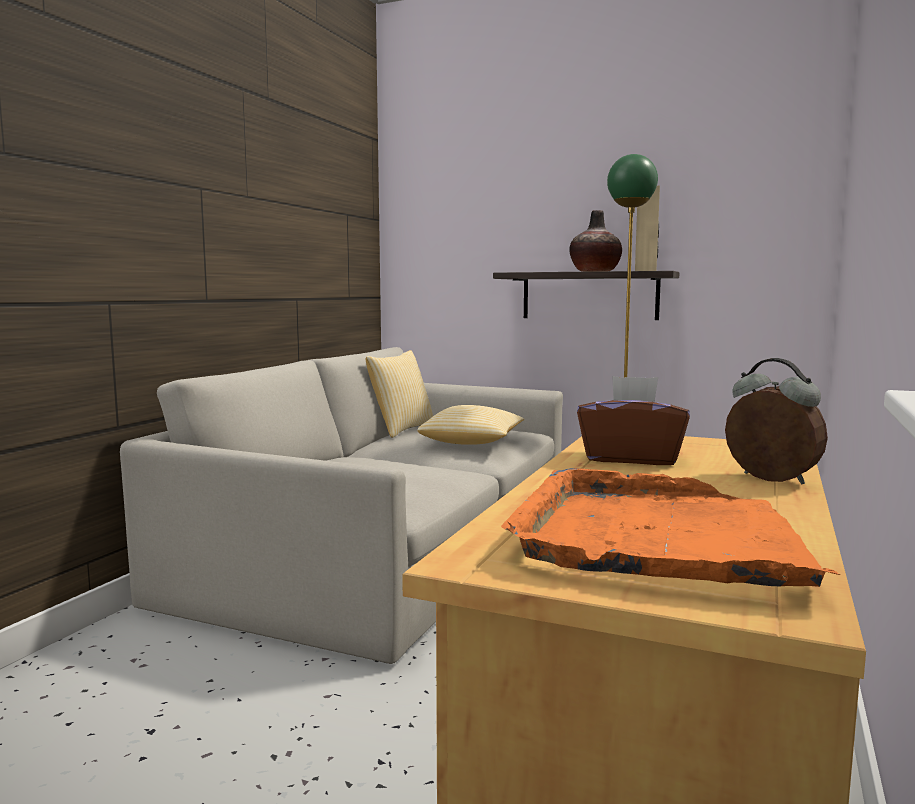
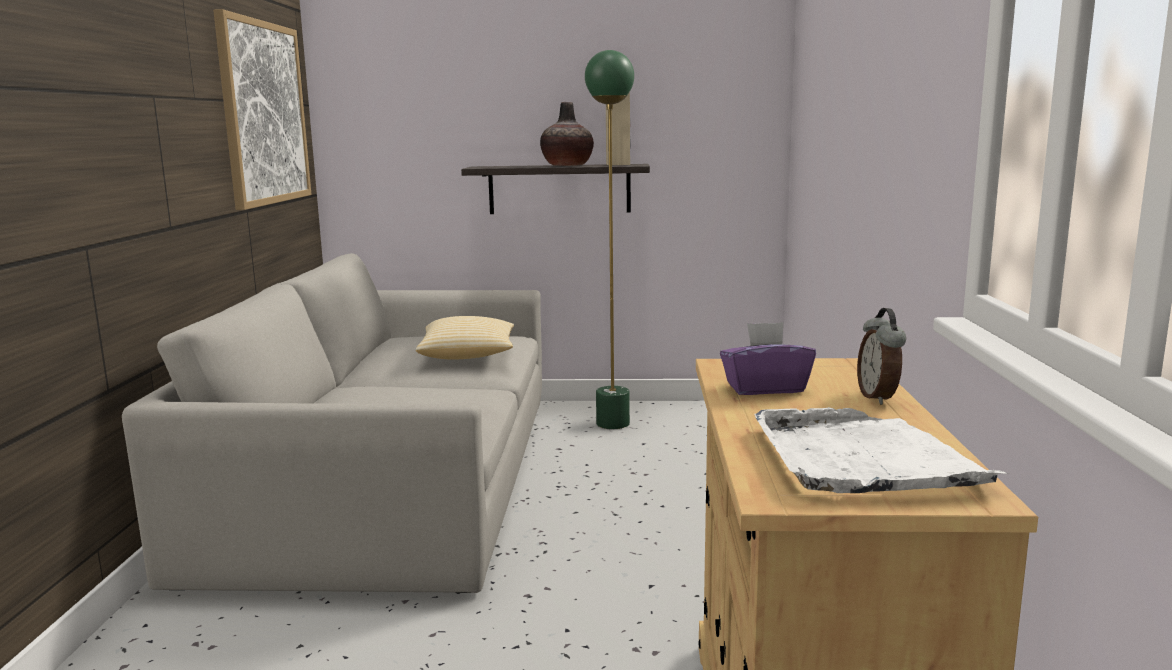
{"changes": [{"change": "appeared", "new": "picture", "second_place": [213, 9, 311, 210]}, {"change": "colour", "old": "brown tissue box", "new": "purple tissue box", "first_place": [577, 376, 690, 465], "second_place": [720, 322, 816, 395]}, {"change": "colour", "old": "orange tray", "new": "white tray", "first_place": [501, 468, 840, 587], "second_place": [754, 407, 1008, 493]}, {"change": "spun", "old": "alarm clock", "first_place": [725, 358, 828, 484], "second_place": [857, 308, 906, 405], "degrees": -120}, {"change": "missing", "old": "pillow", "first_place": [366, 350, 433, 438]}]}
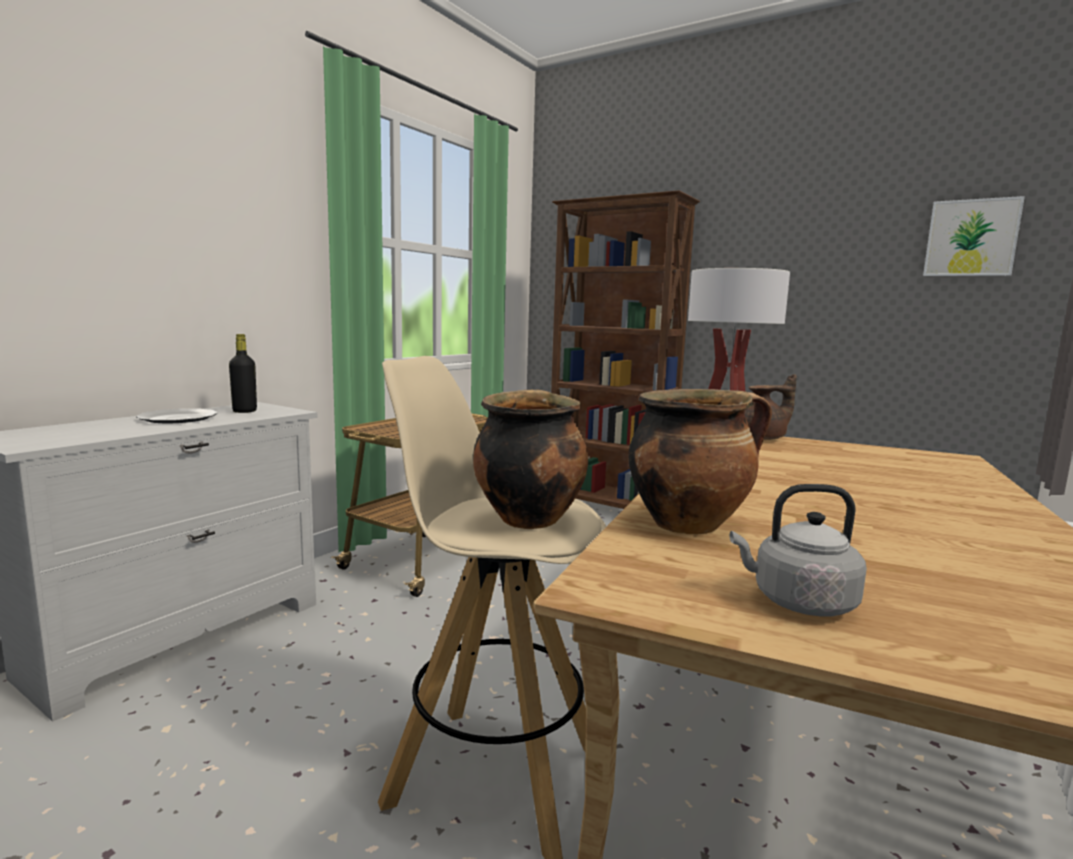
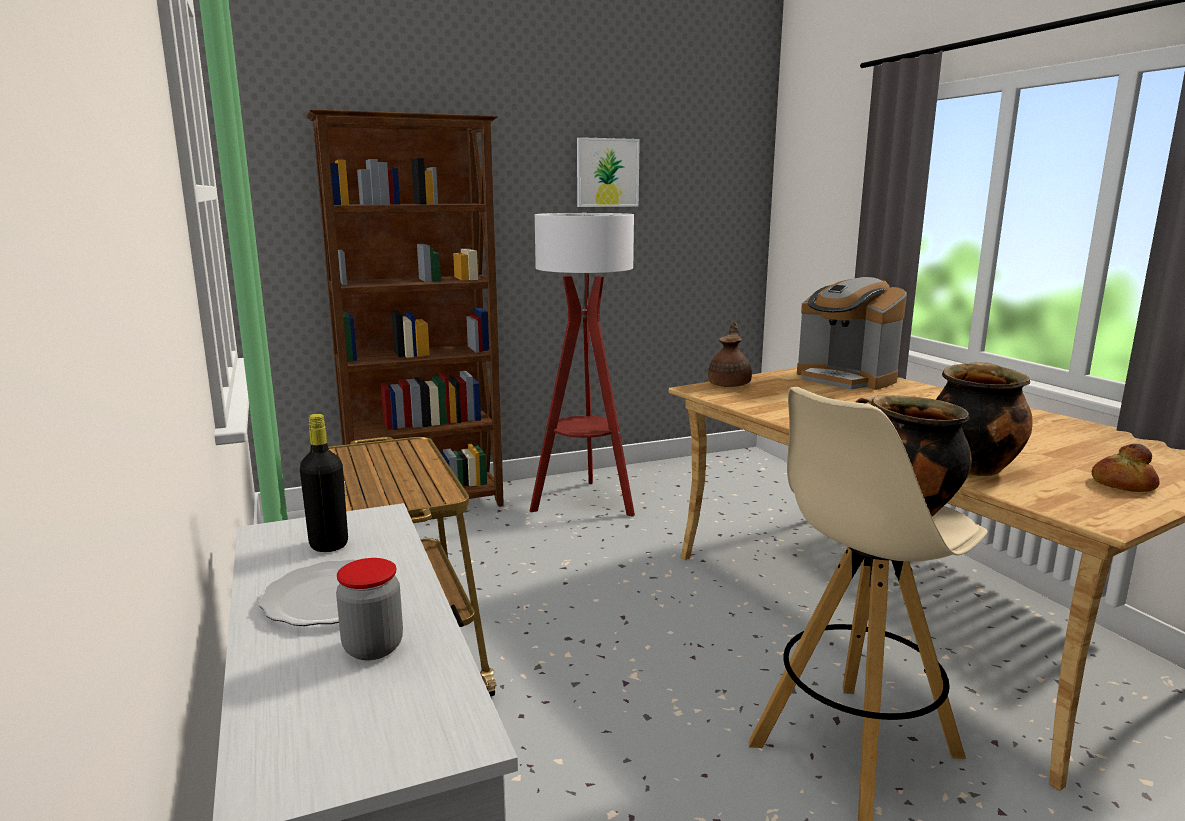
{"changes": [{"change": "appeared", "new": "jar", "second_place": [336, 558, 403, 660]}, {"change": "relocated", "old": "picture", "first_place": [923, 196, 1025, 276], "second_place": [577, 137, 640, 207]}, {"change": "appeared", "new": "coffee machine", "second_place": [797, 277, 907, 390]}, {"change": "exchanged", "old": "grey kettle", "new": "bread", "first_place": [730, 484, 867, 616], "second_place": [1092, 444, 1160, 492]}]}
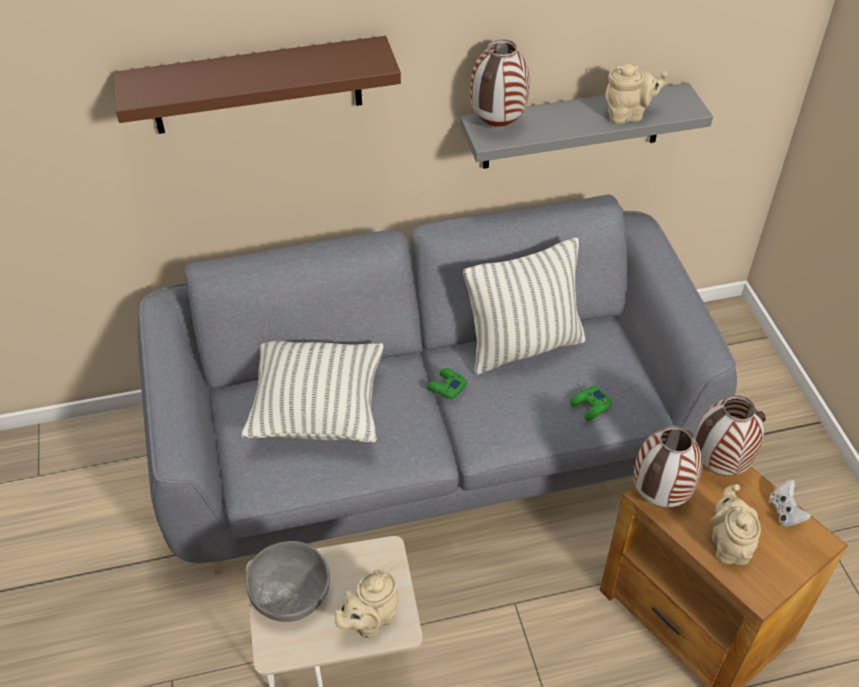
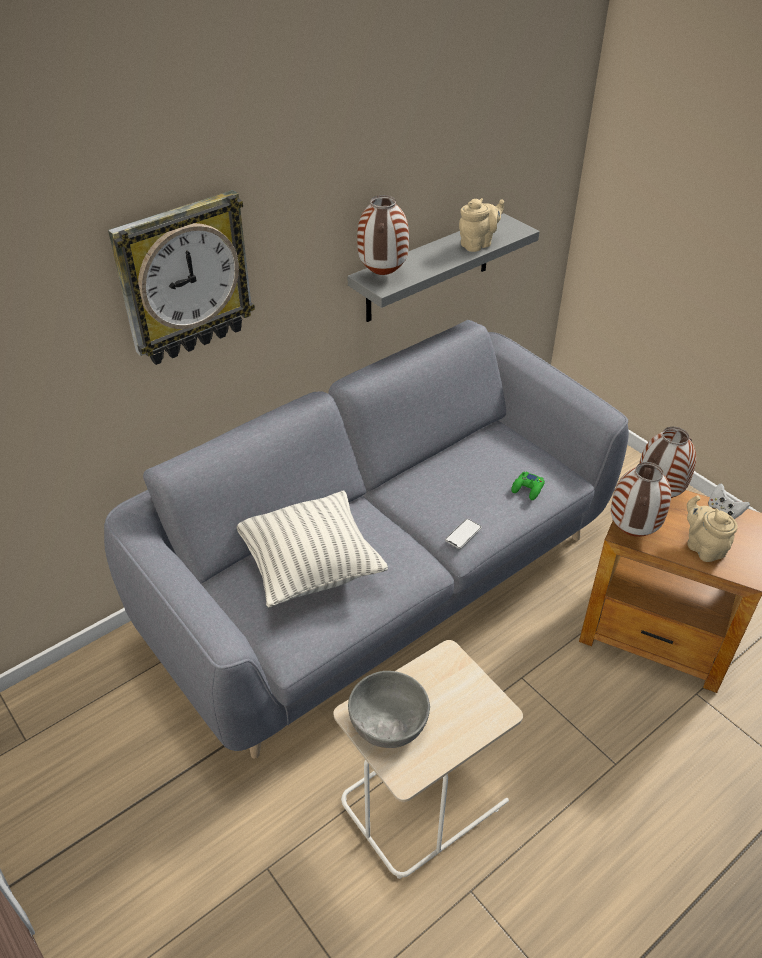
{"changes": [{"change": "exchanged", "old": "brown shelf", "new": "wall clock", "first_place": [113, 36, 401, 134], "second_place": [108, 190, 255, 365]}, {"change": "appeared", "new": "phone", "second_place": [445, 519, 482, 549]}, {"change": "missing", "old": "beige teapot", "first_place": [335, 570, 399, 638]}, {"change": "missing", "old": "green game controller", "first_place": [427, 368, 467, 399]}, {"change": "missing", "old": "pillow", "first_place": [463, 238, 586, 375]}]}
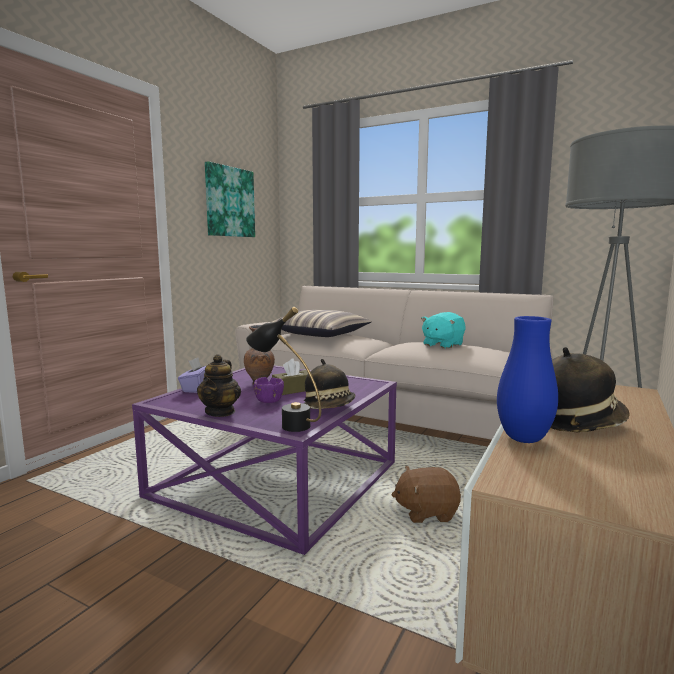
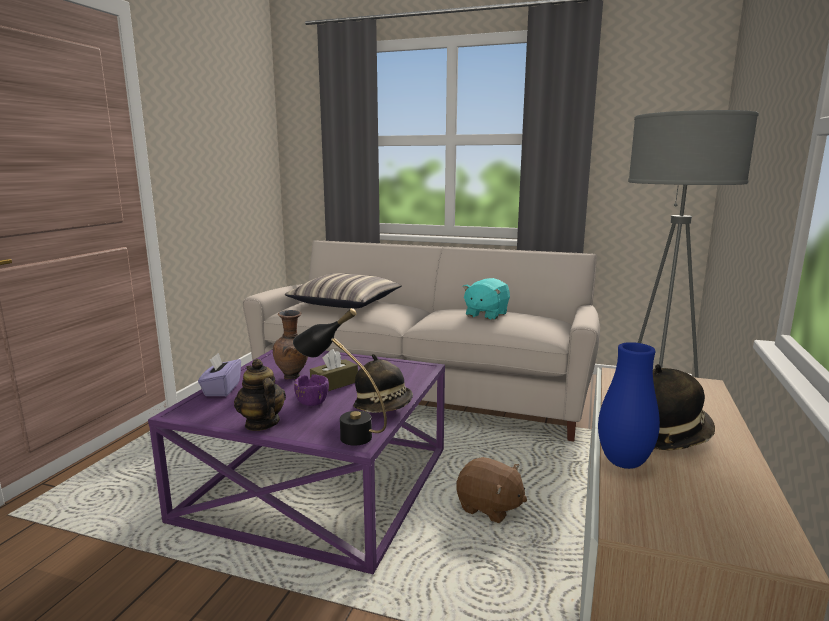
{"changes": [{"change": "spun", "old": "teapot", "first_place": [197, 354, 241, 417], "second_place": [234, 359, 286, 431], "degrees": 150}, {"change": "spun", "old": "brown plush toy", "first_place": [392, 466, 461, 523], "second_place": [456, 457, 527, 523], "degrees": -135}, {"change": "missing", "old": "picture", "first_place": [205, 161, 255, 237]}]}
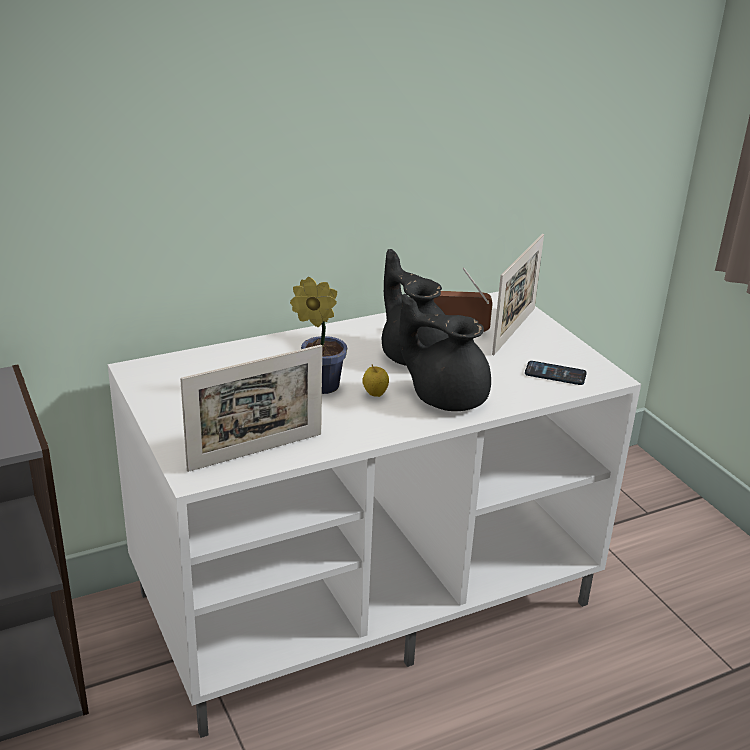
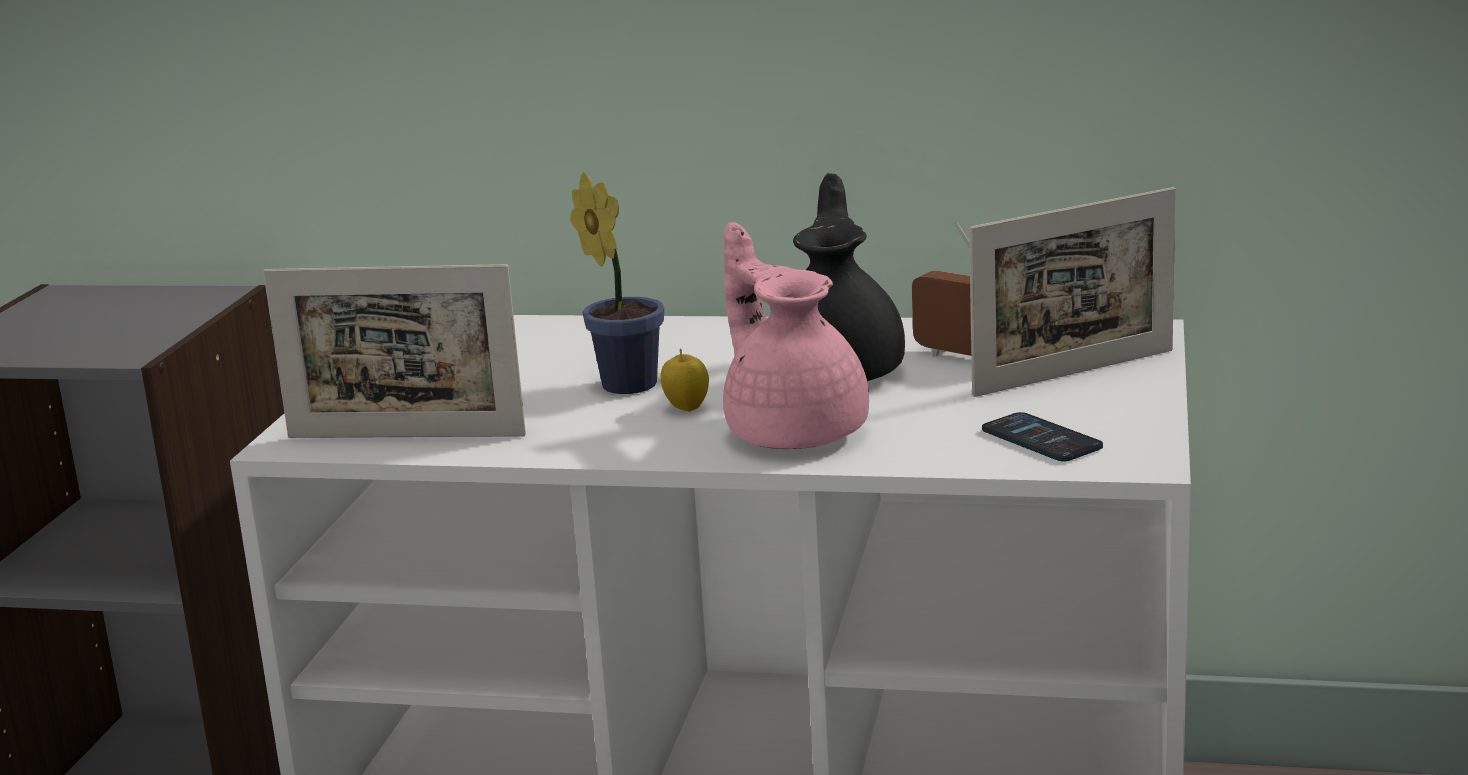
{"changes": [{"change": "colour", "old": "black teapot", "new": "pink teapot", "first_place": [399, 294, 491, 411], "second_place": [723, 223, 869, 449]}]}
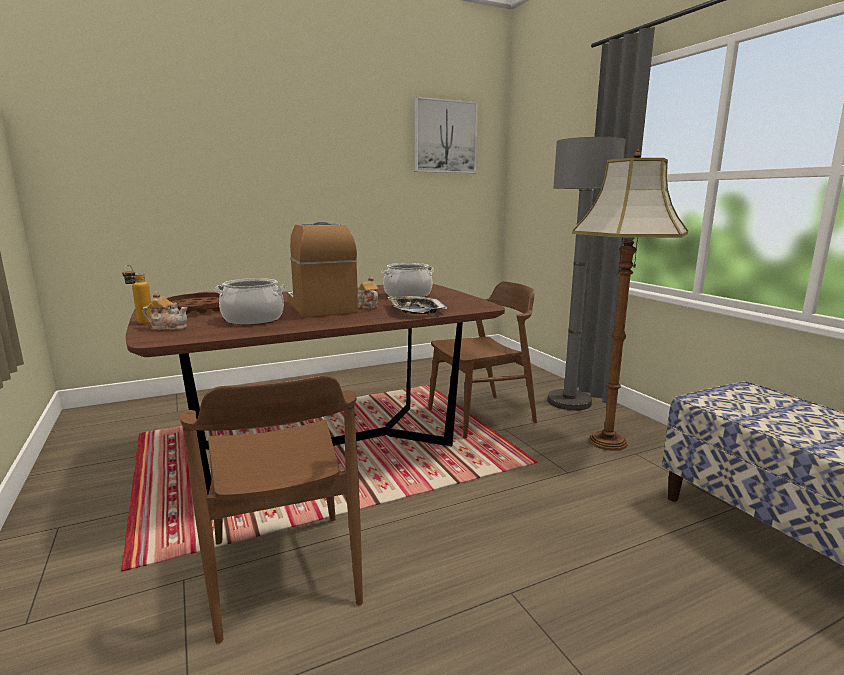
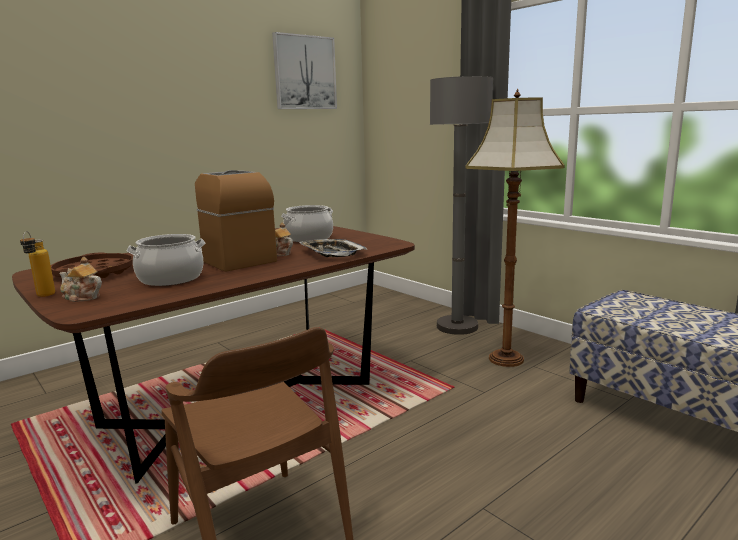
{"changes": [{"change": "spun", "old": "teapot", "first_place": [143, 292, 187, 330], "second_place": [59, 257, 102, 302], "degrees": -150}, {"change": "missing", "old": "brown chair", "first_place": [428, 281, 537, 439]}]}
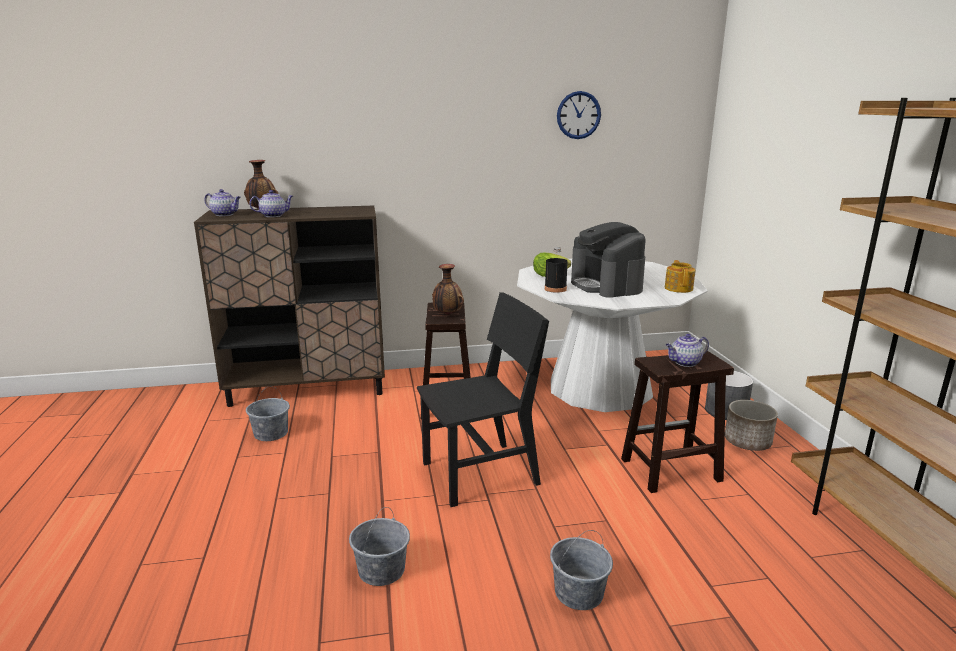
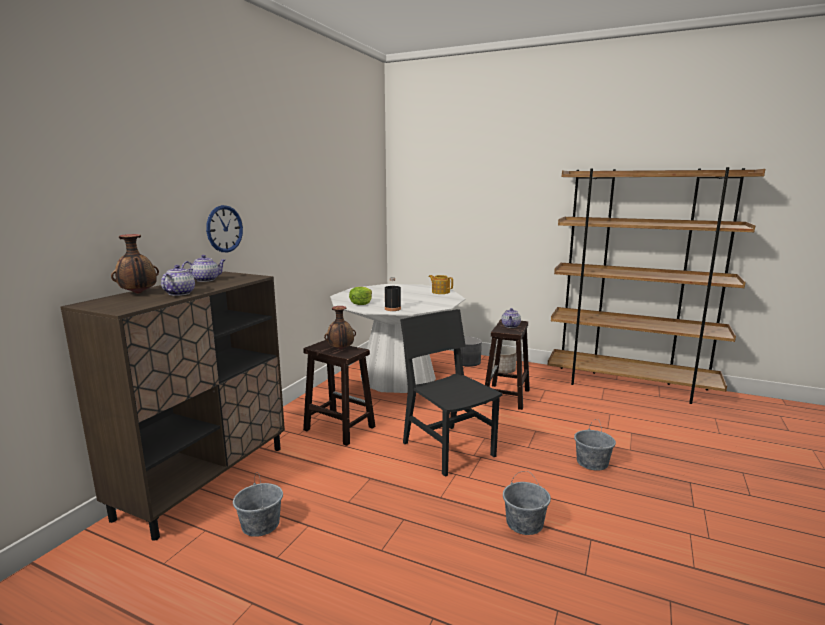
{"changes": [{"change": "relocated", "old": "teapot", "first_place": [204, 189, 241, 216], "second_place": [181, 255, 225, 282]}, {"change": "relocated", "old": "wall clock", "first_place": [557, 91, 601, 139], "second_place": [206, 205, 243, 252]}, {"change": "spun", "old": "black chair", "first_place": [417, 292, 549, 507], "second_place": [400, 309, 502, 477], "degrees": -45}, {"change": "missing", "old": "coffee machine", "first_place": [571, 222, 646, 298]}]}
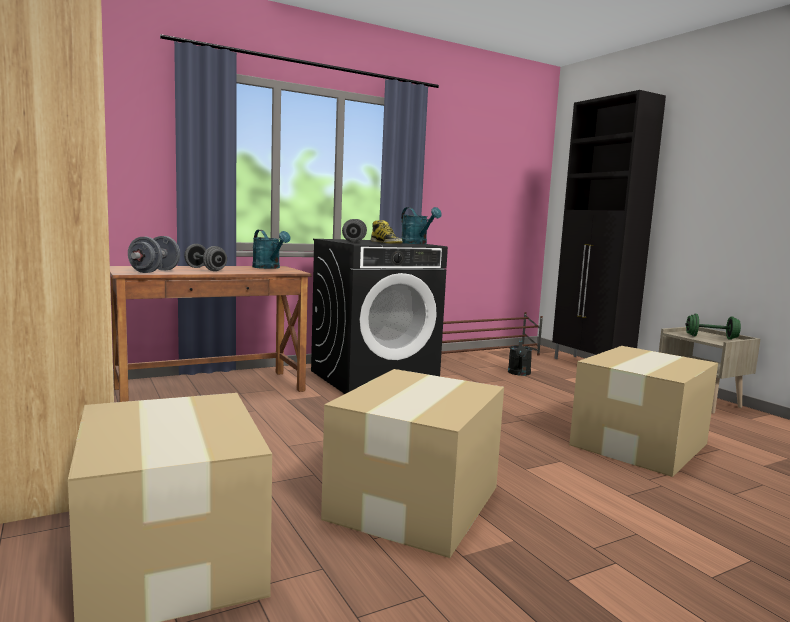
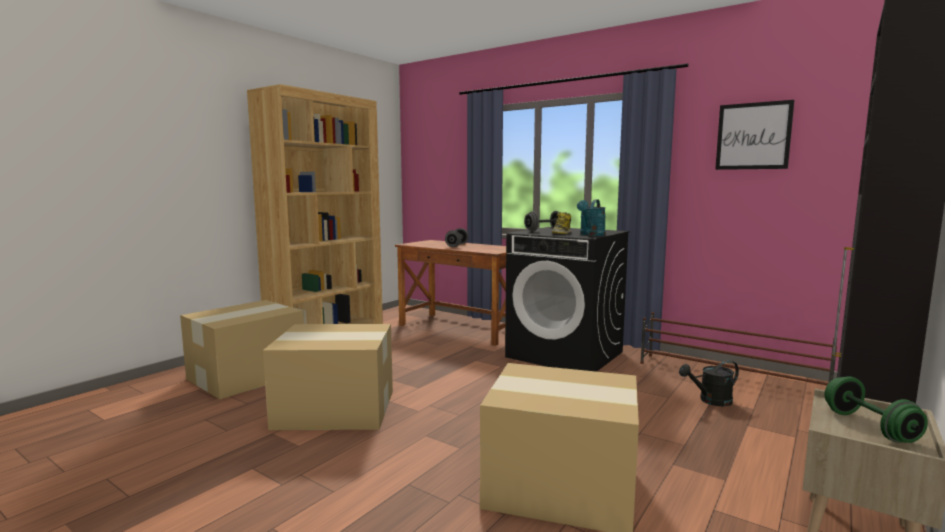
{"changes": [{"change": "appeared", "new": "picture", "second_place": [715, 100, 794, 170]}, {"change": "missing", "old": "grey dumbbell", "first_place": [128, 236, 180, 273]}, {"change": "missing", "old": "turquoise watering can", "first_place": [252, 230, 290, 269]}]}
